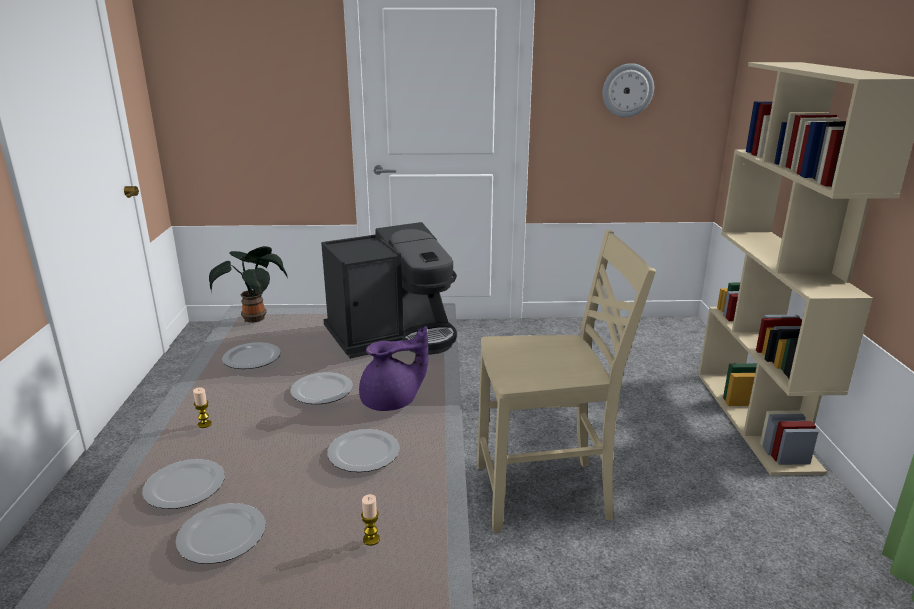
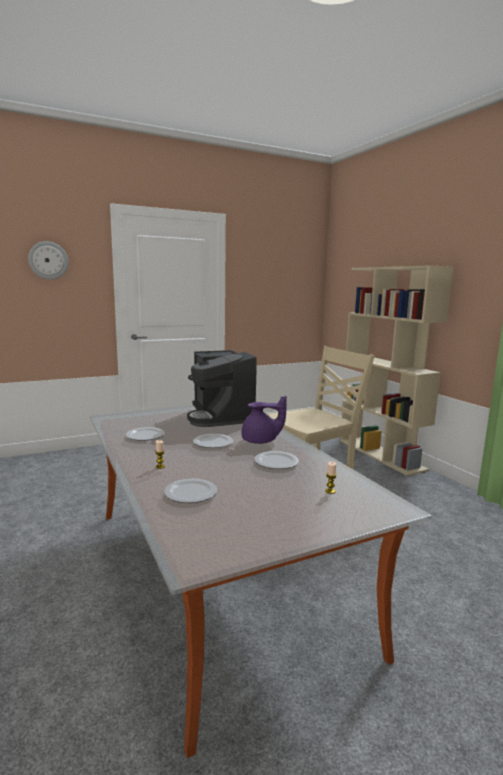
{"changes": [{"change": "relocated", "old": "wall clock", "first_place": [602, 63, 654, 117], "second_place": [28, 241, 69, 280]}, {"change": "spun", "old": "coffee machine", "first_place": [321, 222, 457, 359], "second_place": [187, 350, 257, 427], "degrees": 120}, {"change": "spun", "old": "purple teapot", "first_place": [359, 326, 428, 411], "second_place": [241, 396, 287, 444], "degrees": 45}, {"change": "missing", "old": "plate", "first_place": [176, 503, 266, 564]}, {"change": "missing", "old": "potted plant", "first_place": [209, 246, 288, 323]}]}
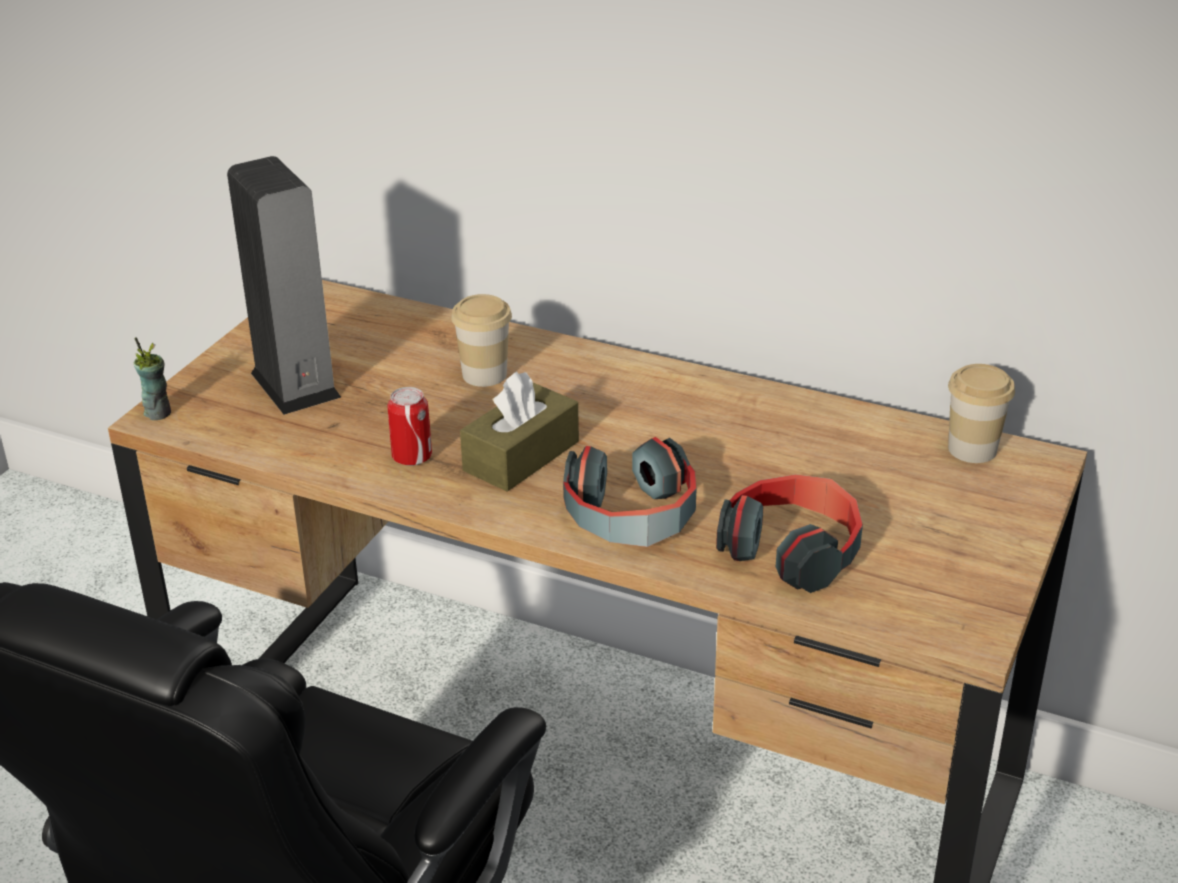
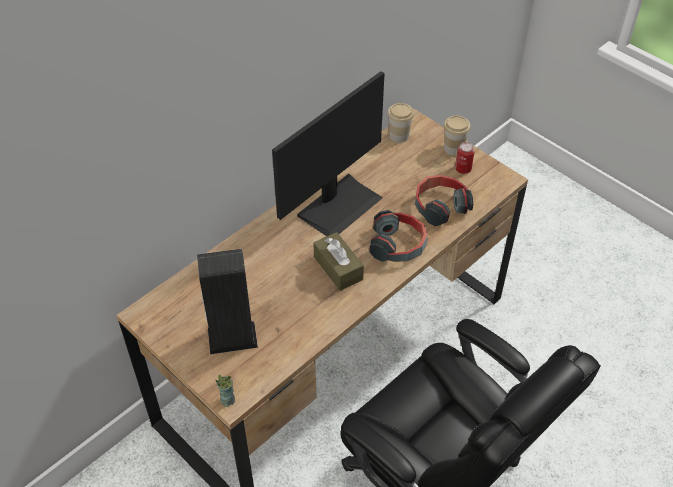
{"changes": [{"change": "appeared", "new": "monitor", "second_place": [272, 71, 385, 236]}, {"change": "relocated", "old": "cup", "first_place": [451, 294, 512, 387], "second_place": [444, 115, 470, 155]}, {"change": "relocated", "old": "can", "first_place": [387, 387, 432, 466], "second_place": [455, 142, 474, 174]}]}
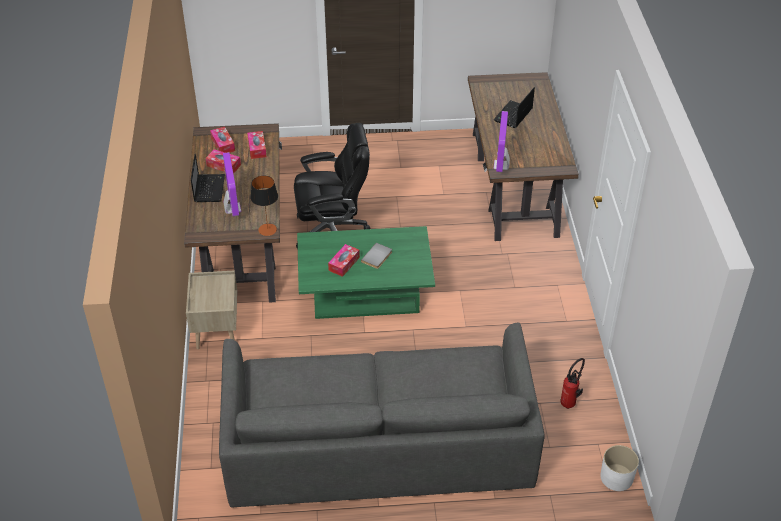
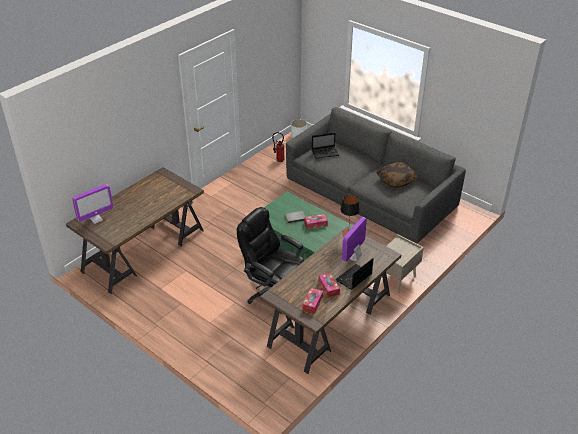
{"changes": [{"change": "relocated", "old": "monitor", "first_place": [494, 111, 510, 172], "second_place": [72, 184, 113, 224]}, {"change": "relocated", "old": "laptop", "first_place": [494, 87, 535, 128], "second_place": [312, 133, 339, 159]}, {"change": "appeared", "new": "pillow", "second_place": [377, 162, 418, 188]}, {"change": "missing", "old": "tissue box", "first_place": [247, 131, 267, 159]}]}
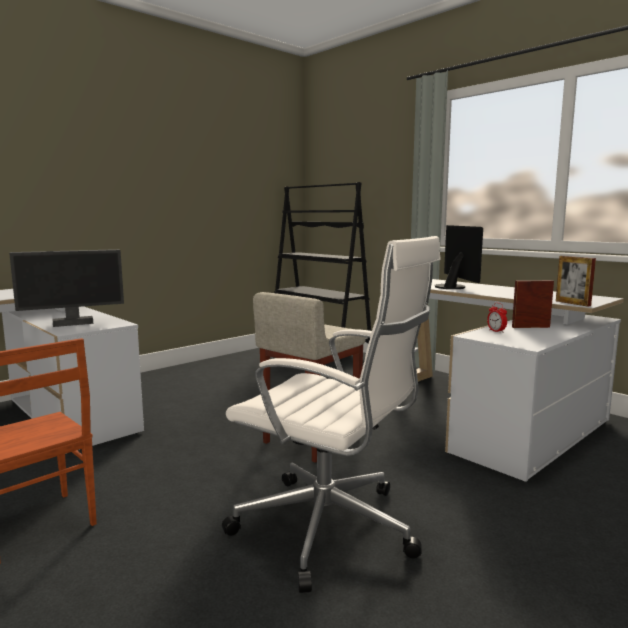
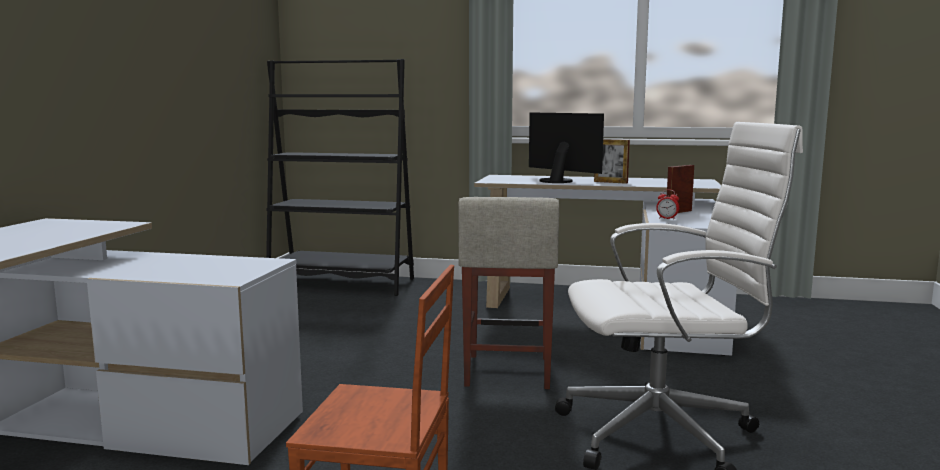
{"changes": [{"change": "relocated", "old": "picture frame", "first_place": [556, 256, 596, 307], "second_place": [594, 139, 630, 184]}, {"change": "missing", "old": "monitor", "first_place": [9, 249, 124, 327]}]}
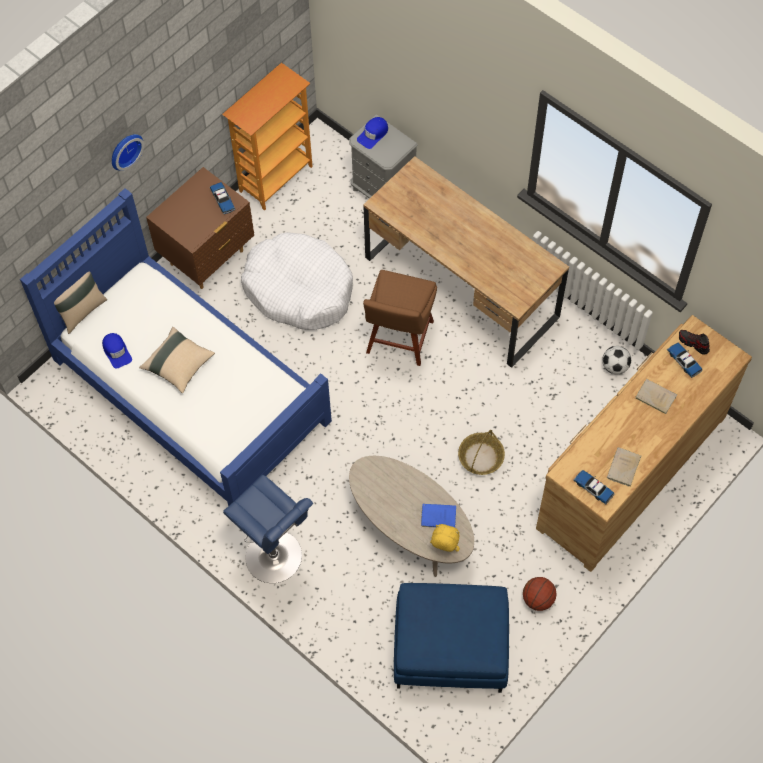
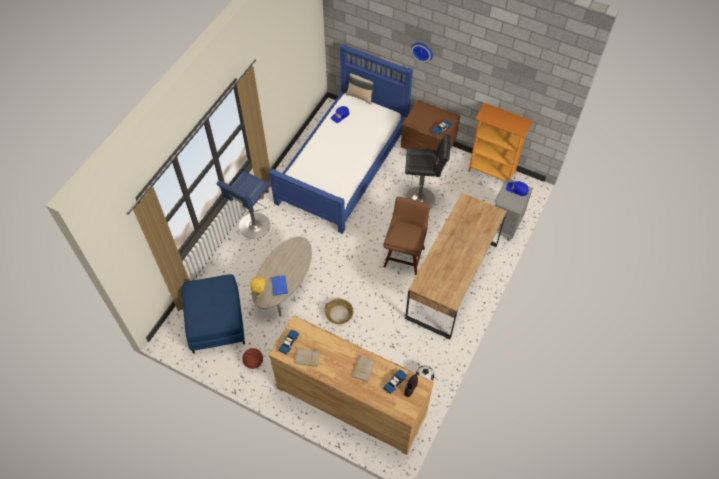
{"changes": [{"change": "spun", "old": "brown chair", "first_place": [363, 270, 437, 366], "second_place": [383, 197, 430, 275], "degrees": 105}, {"change": "exchanged", "old": "white dog bed", "new": "black stool", "first_place": [241, 232, 353, 330], "second_place": [405, 134, 450, 209]}, {"change": "missing", "old": "beige pillow", "first_place": [139, 327, 215, 393]}]}
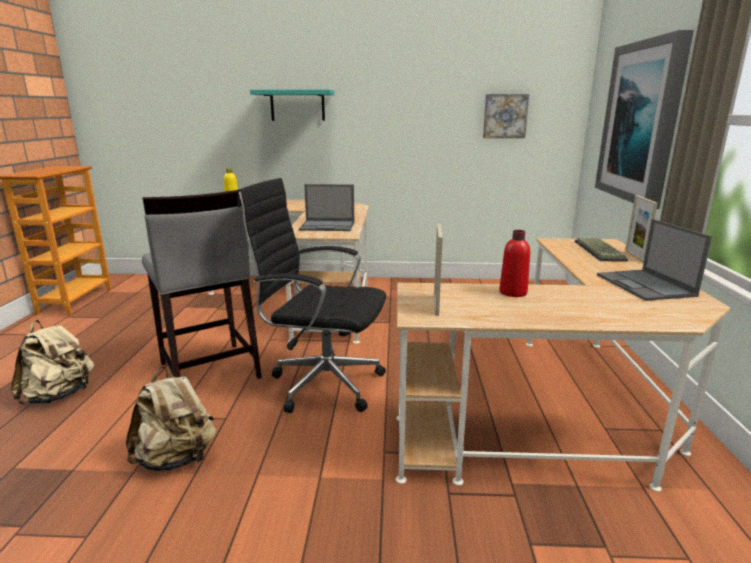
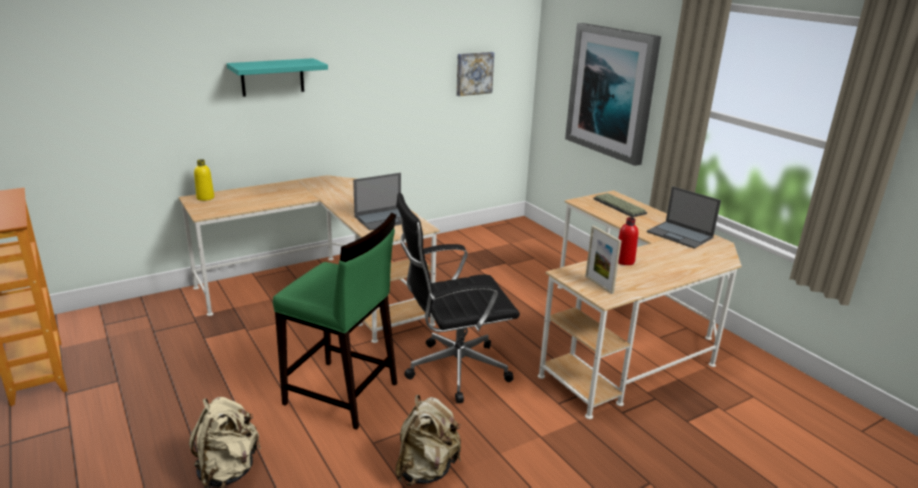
{"changes": [{"change": "colour", "old": "grey stool", "new": "green stool", "first_place": [142, 190, 262, 379], "second_place": [273, 213, 397, 430]}, {"change": "missing", "old": "picture frame", "first_place": [625, 195, 658, 263]}]}
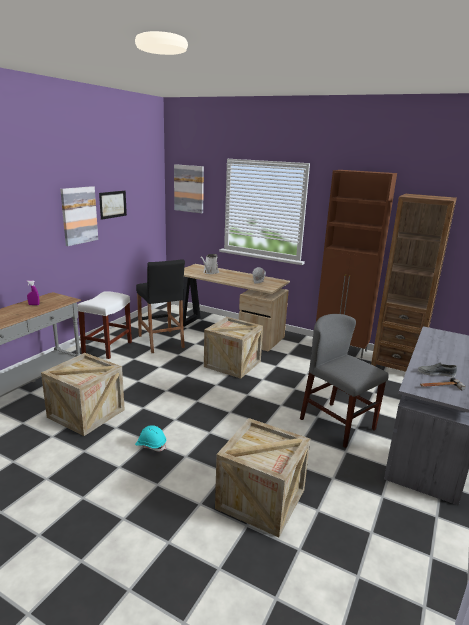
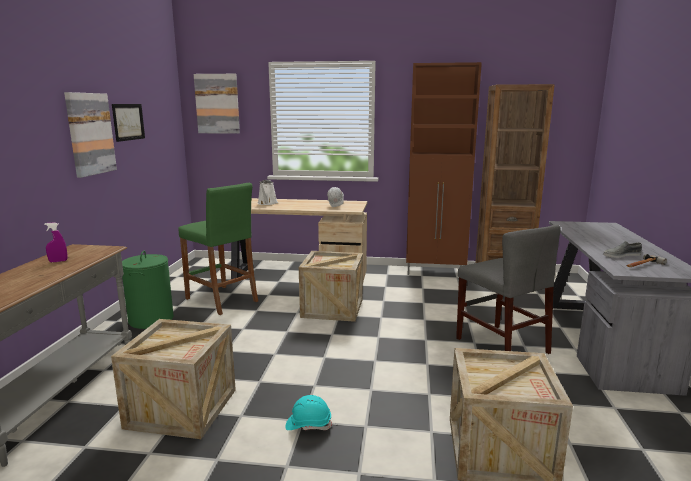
{"changes": [{"change": "exchanged", "old": "white stool", "new": "green laundry basket", "first_place": [77, 292, 132, 359], "second_place": [122, 251, 174, 329]}, {"change": "colour", "old": "black stool", "new": "green stool", "first_place": [136, 259, 185, 353], "second_place": [178, 183, 258, 315]}, {"change": "spun", "old": "grey chair", "first_place": [300, 314, 389, 448], "second_place": [456, 224, 560, 354], "degrees": -150}]}
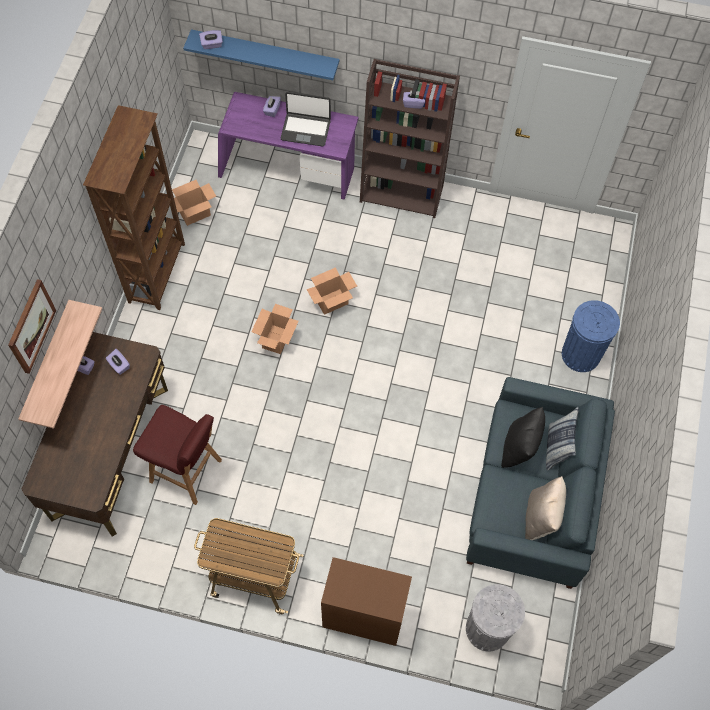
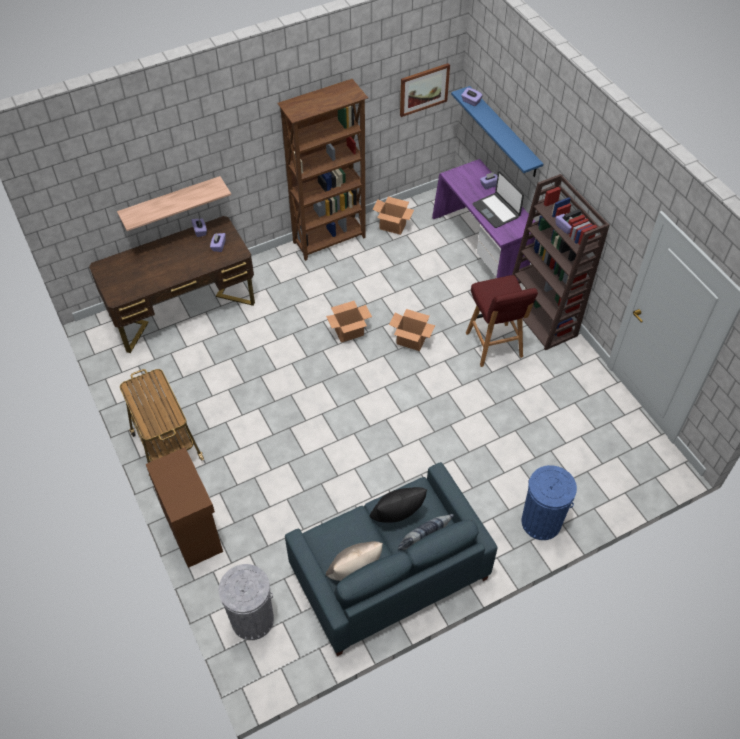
{"changes": [{"change": "relocated", "old": "picture", "first_place": [8, 279, 56, 374], "second_place": [400, 63, 450, 117]}, {"change": "relocated", "old": "red stool", "first_place": [133, 405, 222, 505], "second_place": [466, 275, 538, 367]}]}
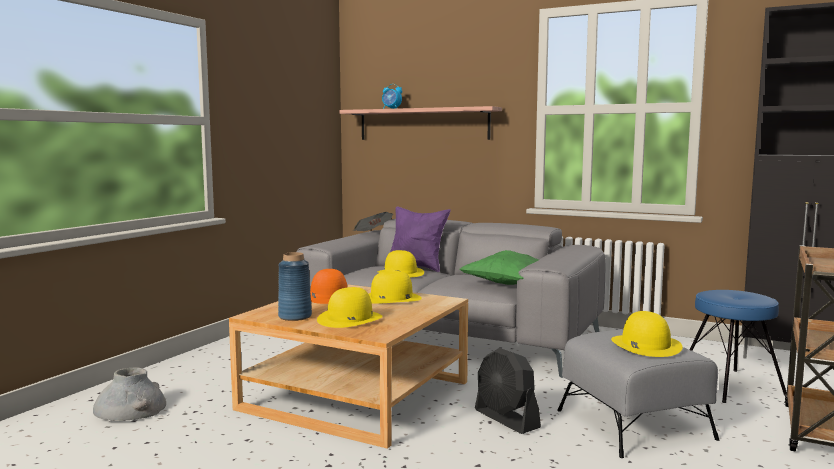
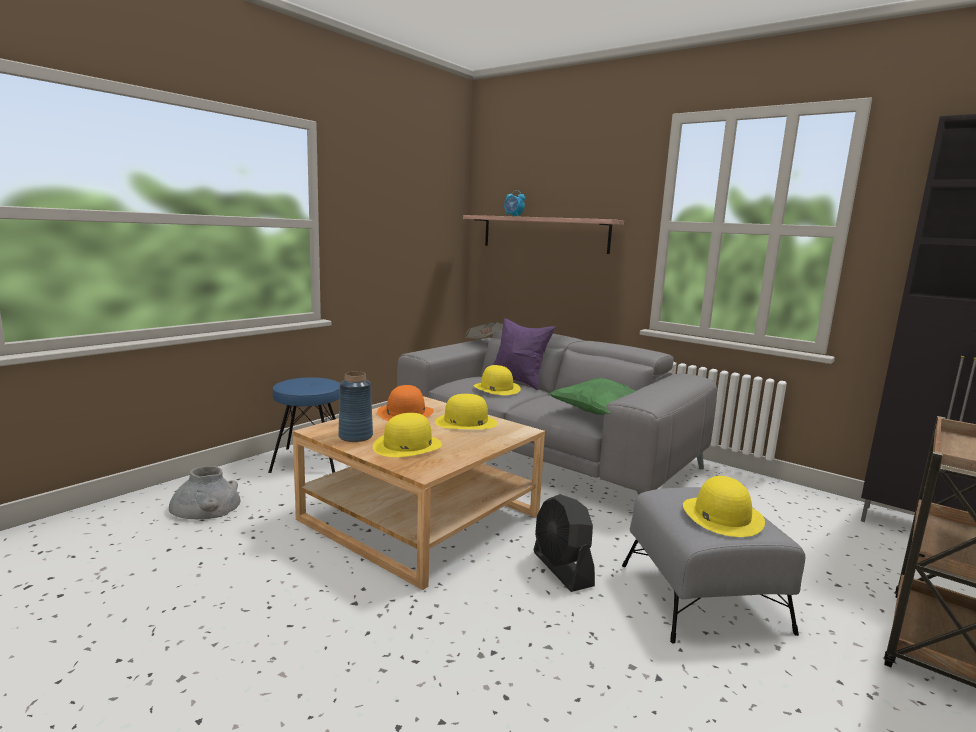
{"changes": [{"change": "relocated", "old": "blue stool", "first_place": [690, 290, 787, 403], "second_place": [268, 377, 340, 473]}]}
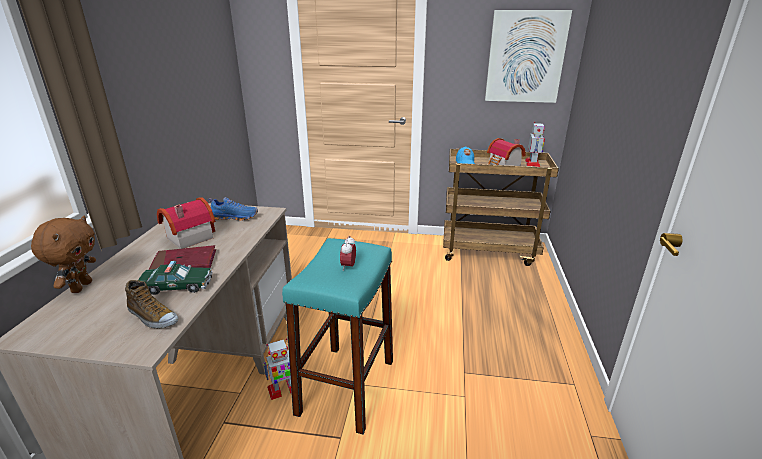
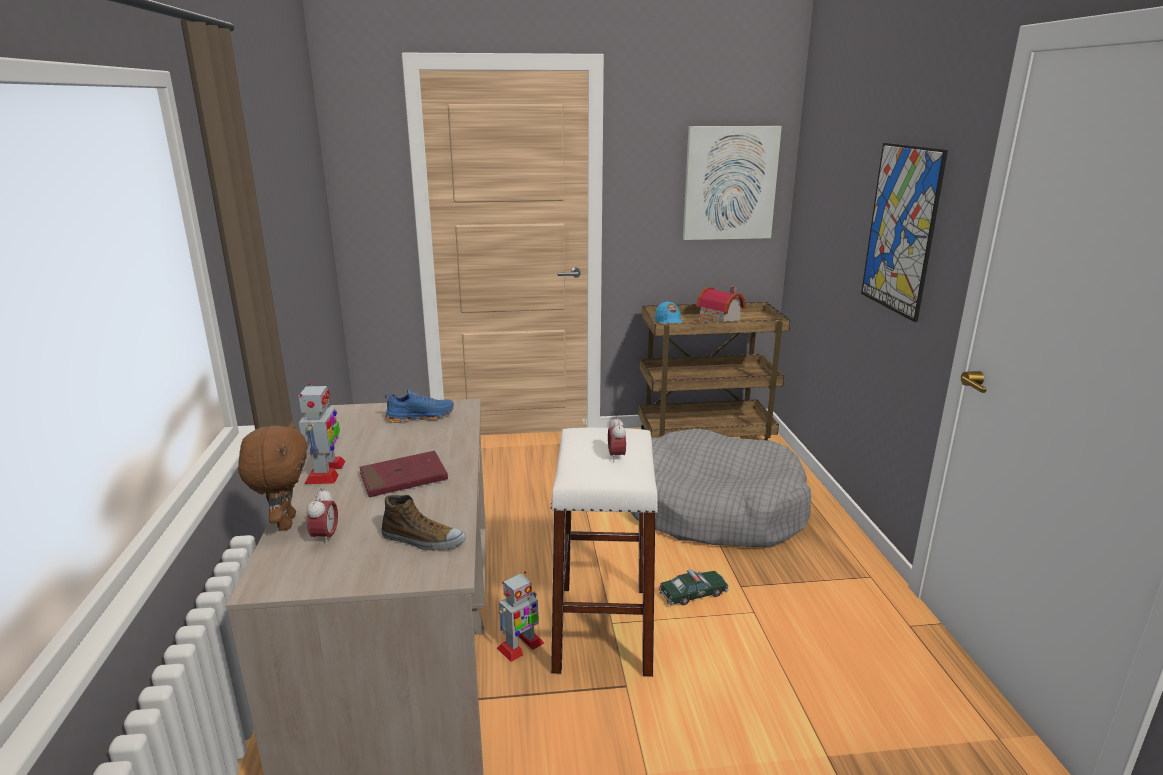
{"changes": [{"change": "relocated", "old": "toy robot", "first_place": [525, 122, 545, 167], "second_place": [299, 382, 346, 484]}, {"change": "appeared", "new": "alarm clock", "second_place": [307, 488, 338, 546]}, {"change": "colour", "old": "turquoise stool", "new": "white stool", "first_place": [282, 238, 393, 435], "second_place": [551, 428, 659, 677]}, {"change": "appeared", "new": "grey dog bed", "second_place": [631, 429, 811, 548]}, {"change": "relocated", "old": "toy car", "first_place": [138, 261, 212, 295], "second_place": [659, 569, 729, 606]}, {"change": "appeared", "new": "picture", "second_place": [861, 143, 948, 322]}, {"change": "missing", "old": "toy house", "first_place": [157, 197, 216, 249]}]}
